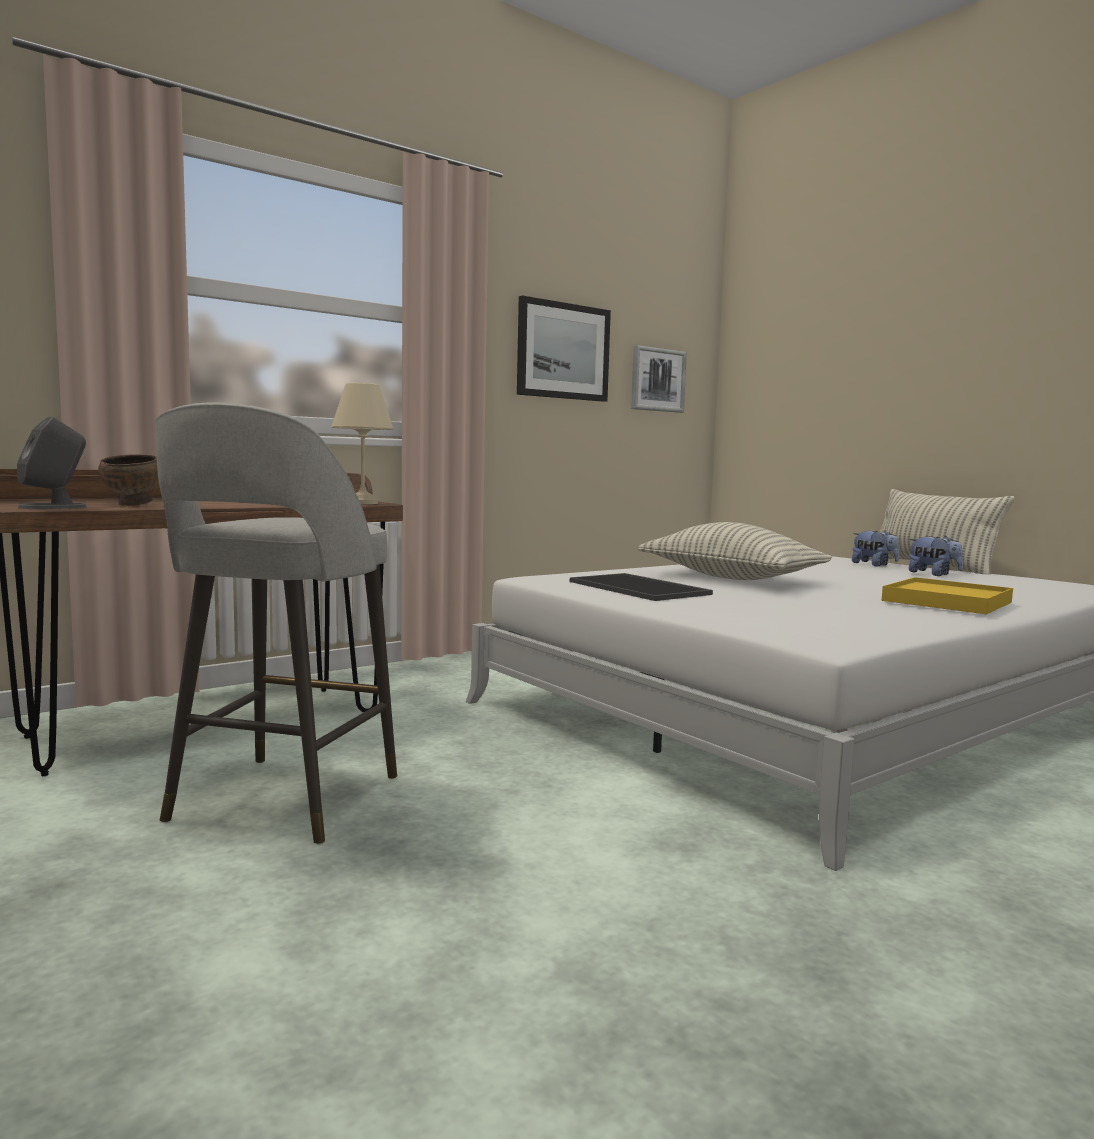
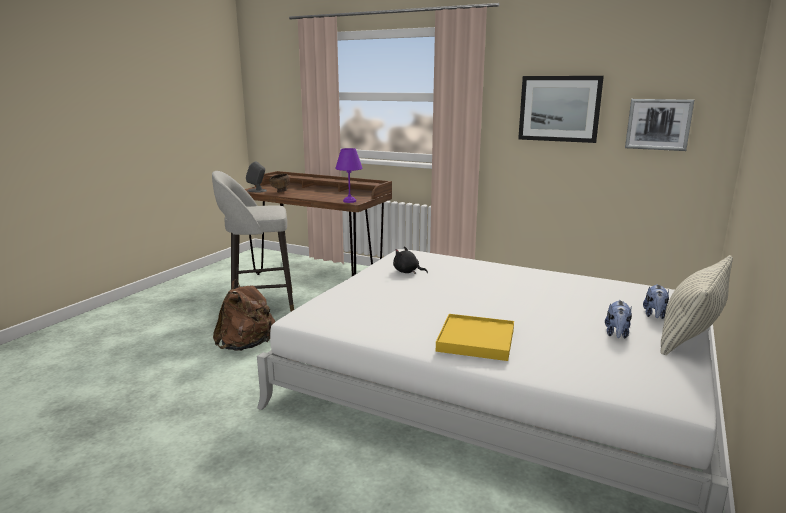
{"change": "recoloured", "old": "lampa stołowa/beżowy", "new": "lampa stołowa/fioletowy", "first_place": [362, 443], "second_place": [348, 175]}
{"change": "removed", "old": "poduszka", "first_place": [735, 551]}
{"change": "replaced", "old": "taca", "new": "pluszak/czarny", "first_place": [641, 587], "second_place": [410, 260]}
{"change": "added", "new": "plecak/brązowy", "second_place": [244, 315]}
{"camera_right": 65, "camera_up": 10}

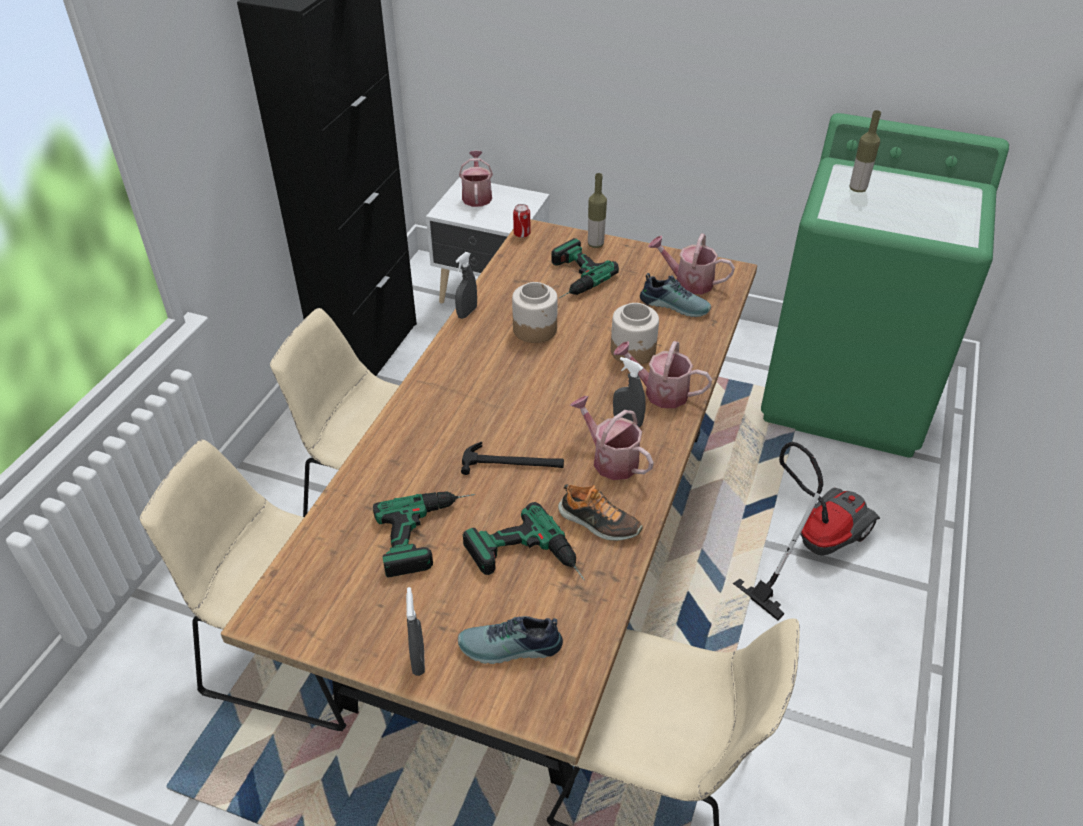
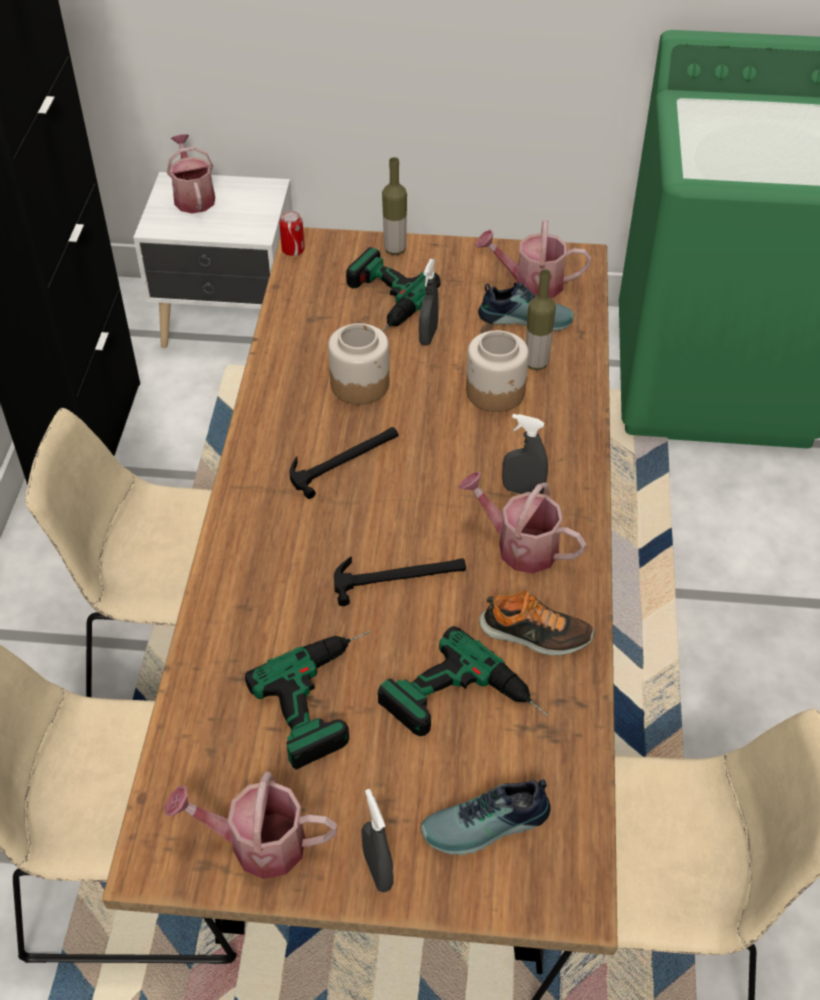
{"change": "moved", "old": "butelka", "first_place": [865, 151], "second_place": [541, 319]}
{"change": "moved", "old": "spryskiwacz/szary", "first_place": [466, 285], "second_place": [429, 302]}
{"change": "moved", "old": "konewka", "first_place": [663, 374], "second_place": [251, 825]}
{"change": "removed", "old": "odkurzacz", "first_place": [806, 531]}
{"change": "added", "new": "młotek", "second_place": [344, 463]}
{"camera_right": -15, "camera_up": 5}

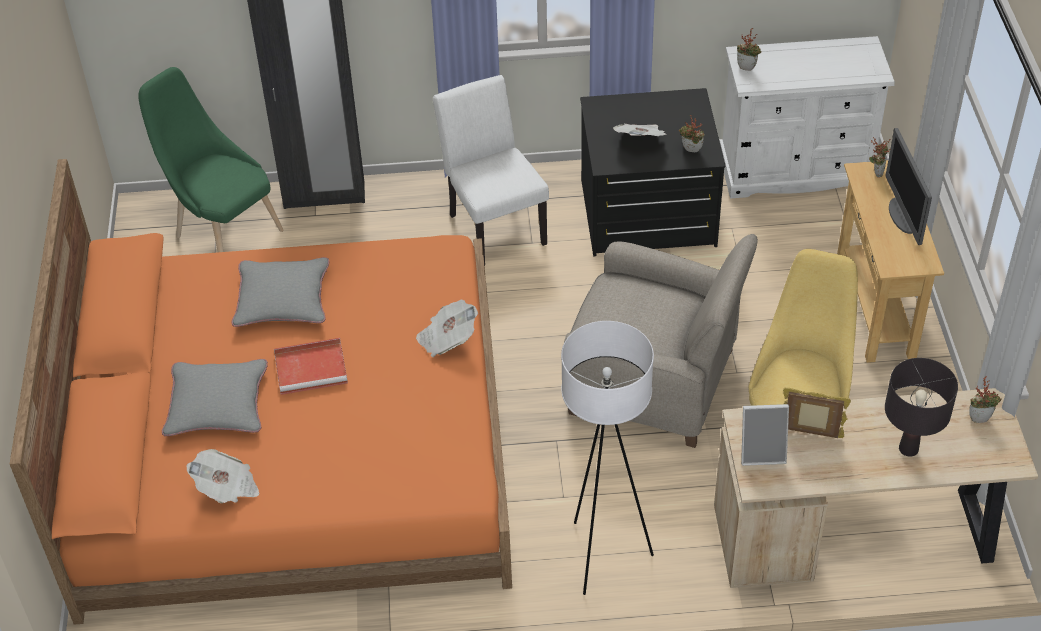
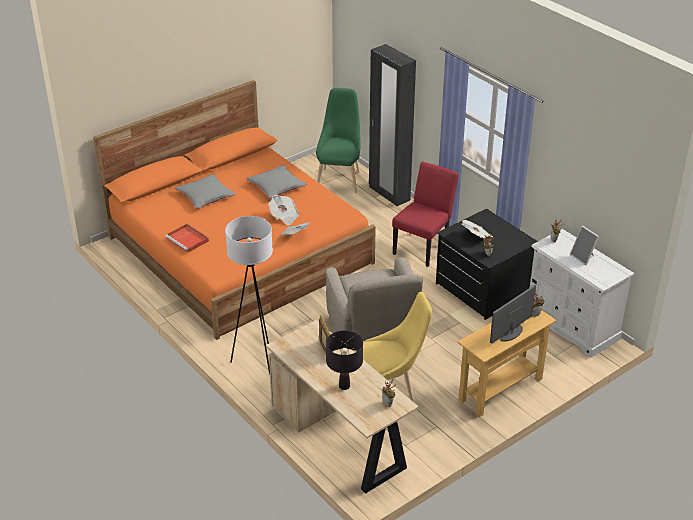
{"change": "recoloured", "old": "krzesło/biały", "new": "krzesło/czerwony", "first_place": [491, 170], "second_place": [425, 214]}
{"change": "moved", "old": "taca/czerwony", "first_place": [311, 366], "second_place": [187, 238]}
{"change": "moved", "old": "ramka na zdjęcie", "first_place": [765, 435], "second_place": [584, 246]}
{"change": "moved", "old": "gazeta", "first_place": [223, 476], "second_place": [283, 210]}
{"camera_right": 55, "camera_up": -10}

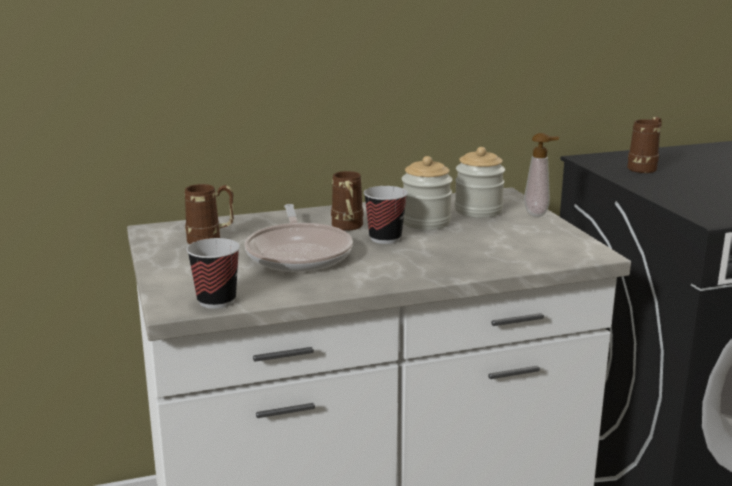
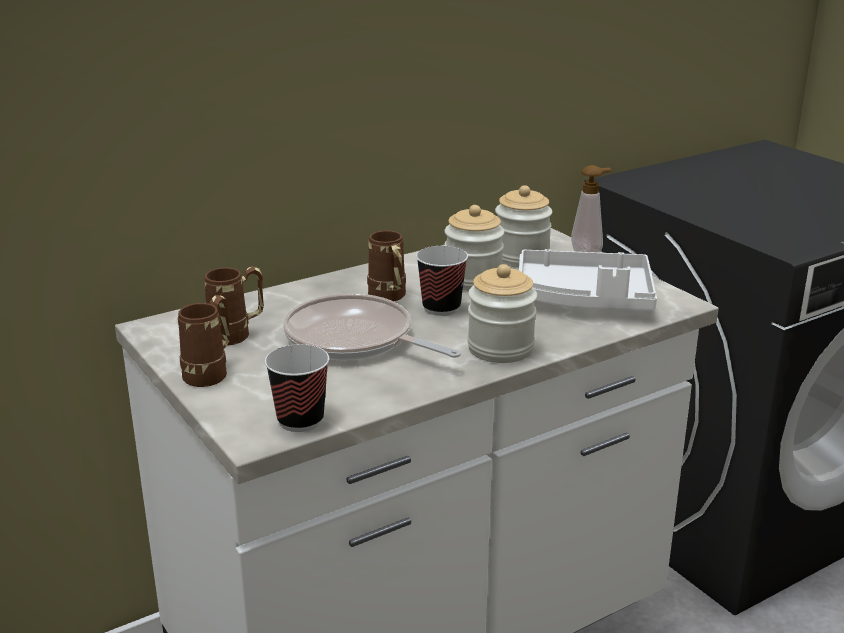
{"change": "moved", "old": "kubek/brązowy", "first_place": [644, 145], "second_place": [204, 341]}
{"change": "turned", "old": "patelnia", "first_place": [299, 238], "second_place": [372, 326], "degrees": 150}
{"change": "added", "new": "taca/biały", "second_place": [588, 280]}
{"change": "added", "new": "słoik", "second_place": [502, 313]}
{"camera_right": -15, "camera_up": 5}

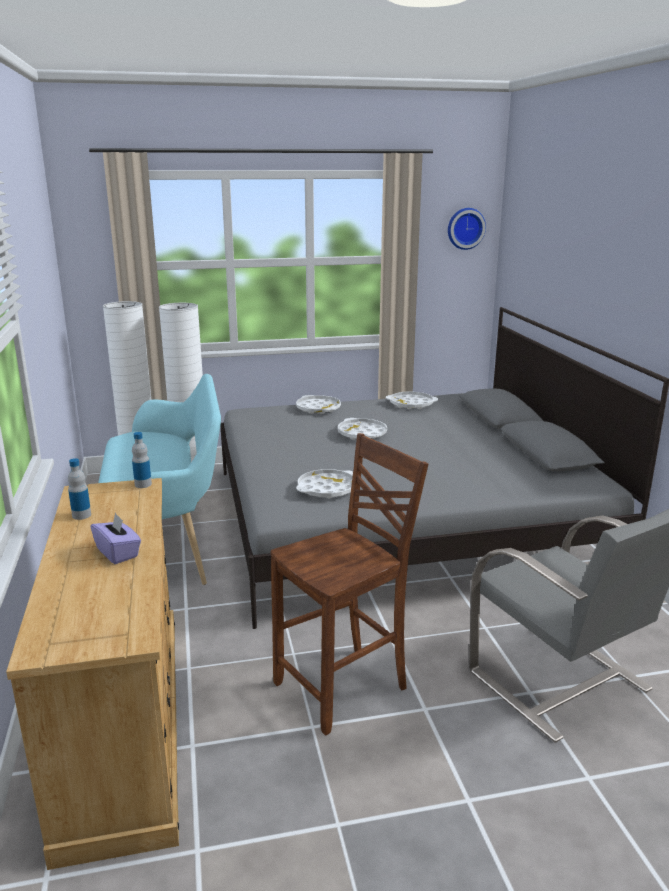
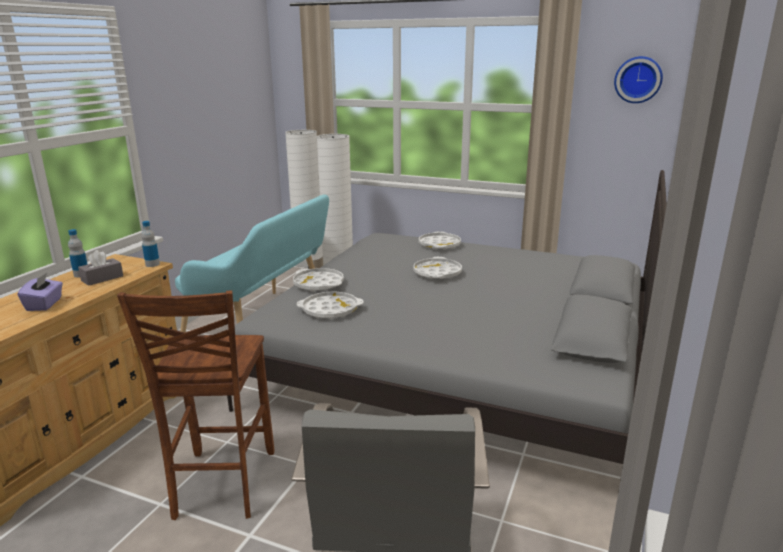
{"change": "moved", "old": "taca/biały", "first_place": [412, 400], "second_place": [318, 280]}
{"change": "turned", "old": "krzesło/brązowy", "first_place": [349, 584], "second_place": [195, 405], "degrees": 90}
{"change": "added", "new": "pudełko chusteczek/szary", "second_place": [100, 268]}
{"camera_right": 35, "camera_up": 0}

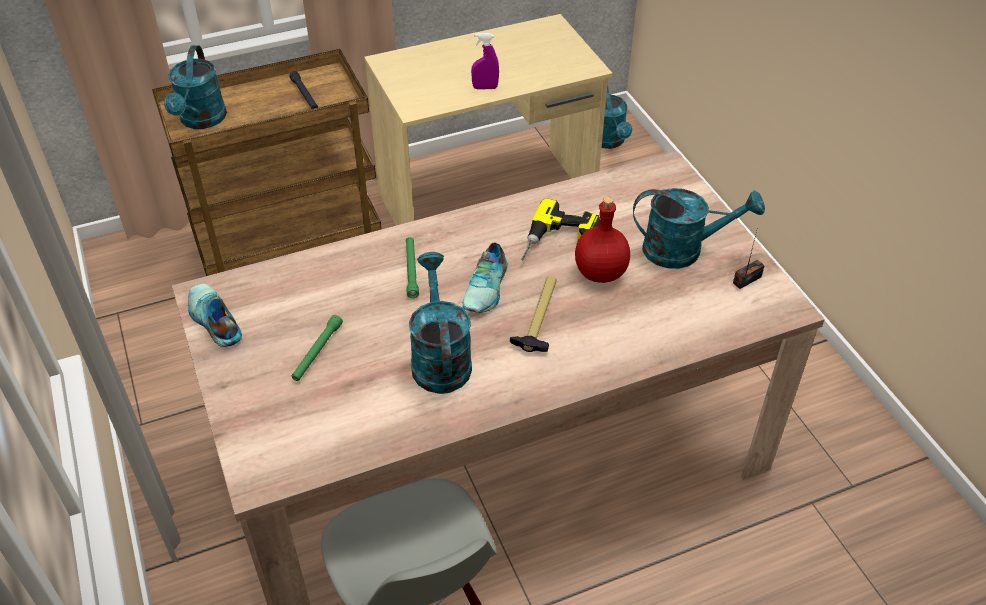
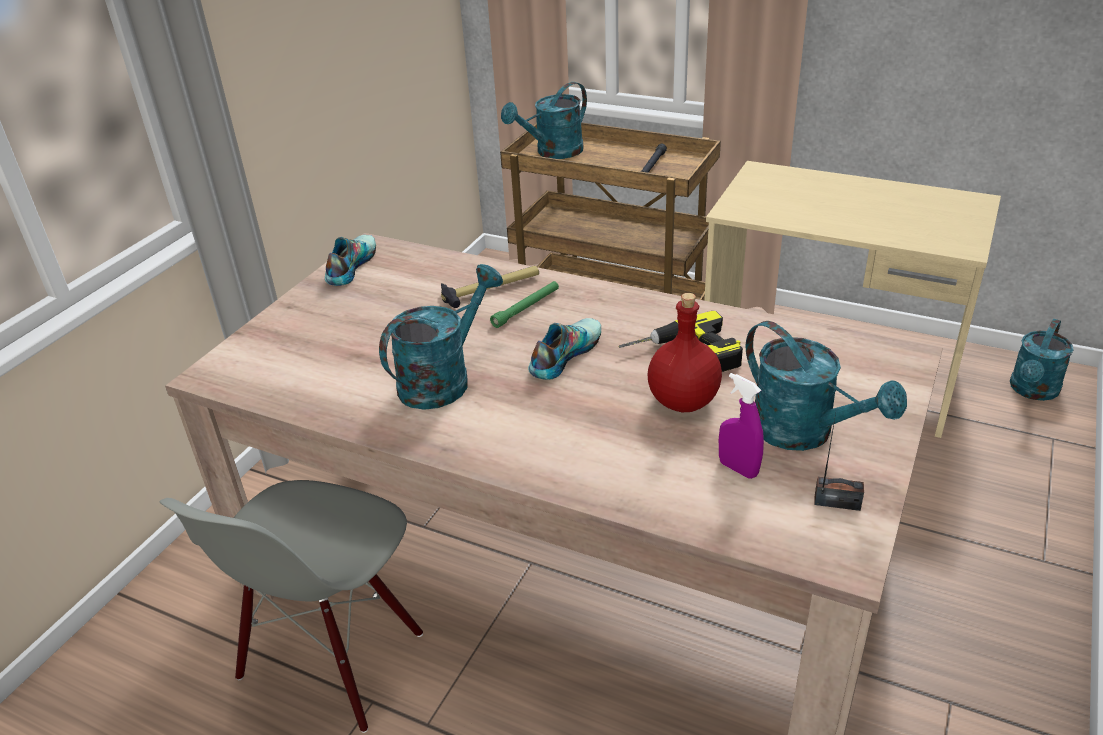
{"change": "moved", "old": "spryskiwacz/fioletowy", "first_place": [485, 61], "second_place": [741, 426]}
{"change": "turned", "old": "but", "first_place": [485, 277], "second_place": [564, 349], "degrees": 150}
{"change": "moved", "old": "młotek", "first_place": [533, 314], "second_place": [490, 287]}
{"change": "removed", "old": "latarka/zielony", "first_place": [317, 348]}
{"camera_right": 50, "camera_up": -10}

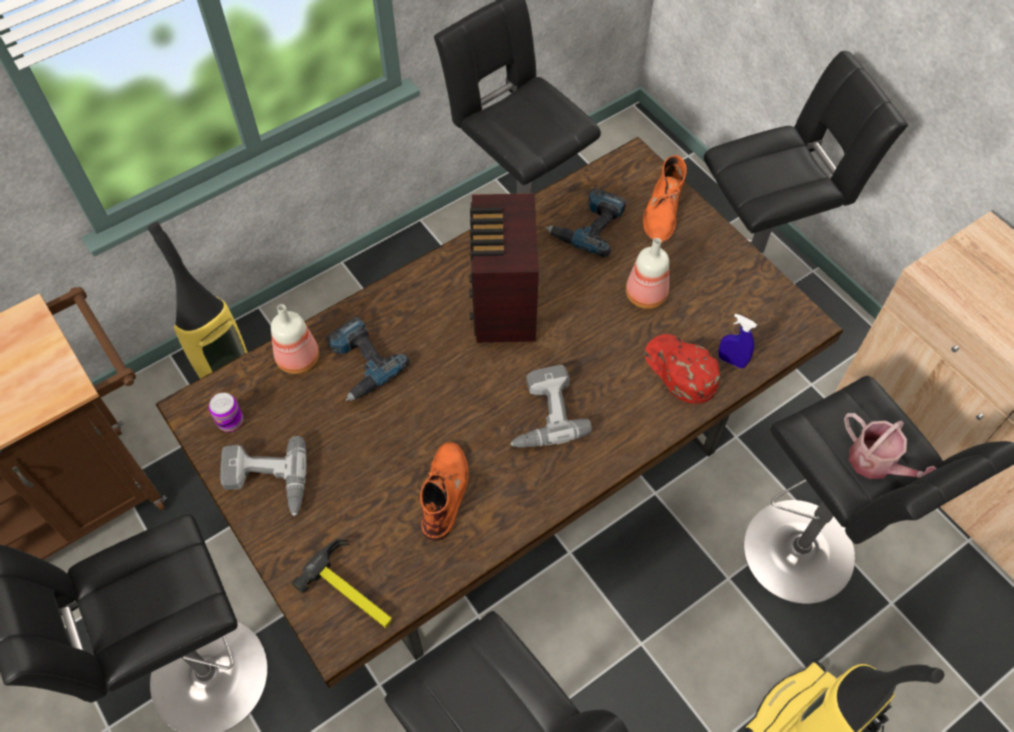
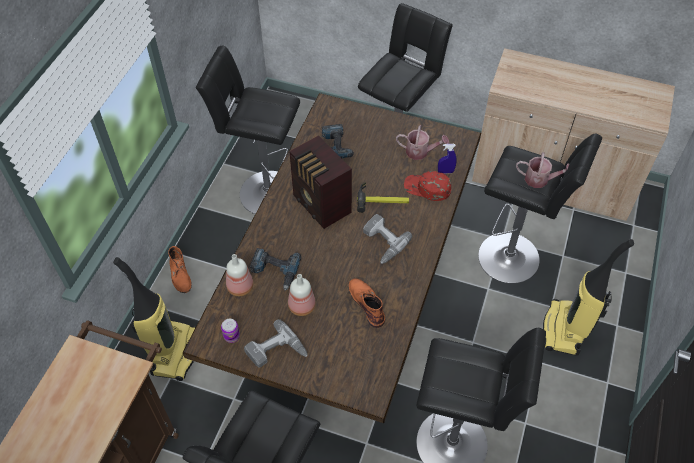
{"change": "moved", "old": "but z cholewką/pomarańczowy", "first_place": [665, 199], "second_place": [180, 269]}
{"change": "moved", "old": "butelka", "first_place": [647, 273], "second_place": [302, 295]}
{"change": "moved", "old": "młotek", "first_place": [342, 583], "second_place": [383, 197]}
{"change": "added", "new": "konewka", "second_place": [422, 142]}
{"camera_right": -35, "camera_up": -5}

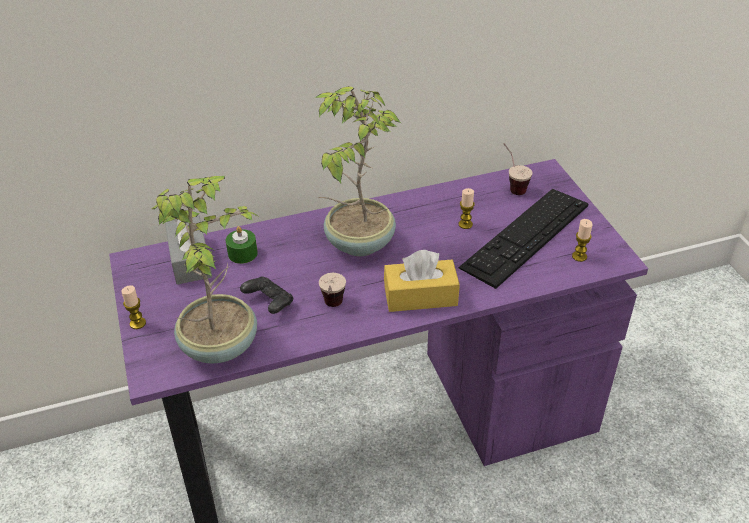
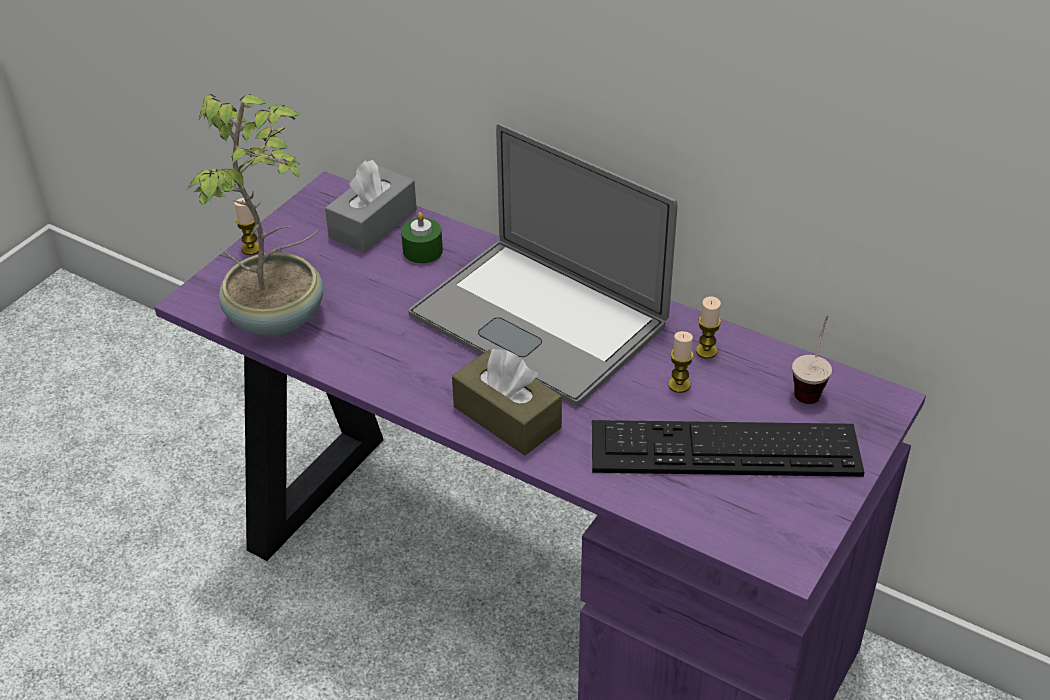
{"change": "replaced", "old": "roślina doniczkowa", "new": "laptop", "first_place": [358, 171], "second_place": [542, 264]}
{"change": "moved", "old": "świeca", "first_place": [582, 240], "second_place": [708, 327]}
{"change": "recoloured", "old": "pudełko chusteczek/żółty", "new": "pudełko chusteczek/brązowy", "first_place": [422, 281], "second_place": [507, 401]}
{"change": "removed", "old": "filiżanka", "first_place": [332, 290]}
{"change": "removed", "old": "pad do gier/czarny", "first_place": [266, 295]}
{"camera_right": 50, "camera_up": 0}

